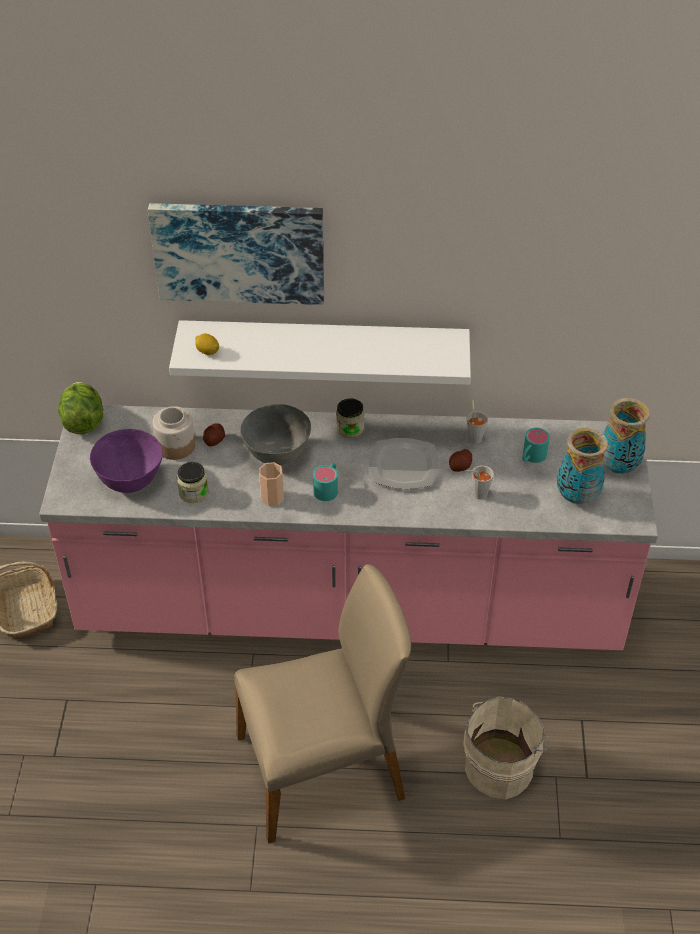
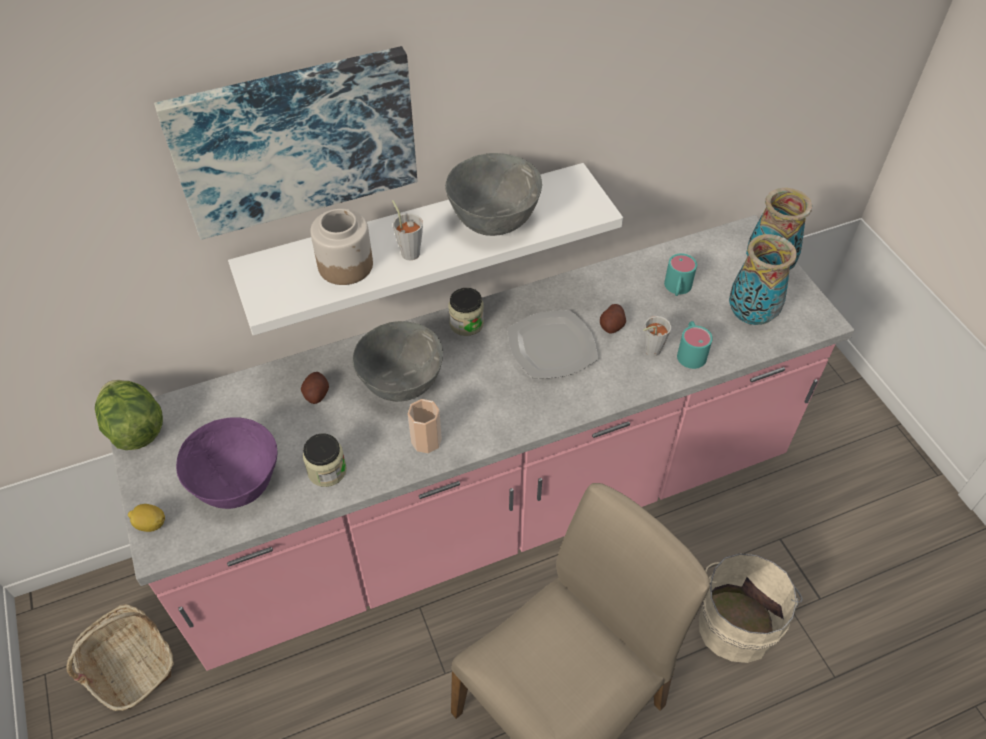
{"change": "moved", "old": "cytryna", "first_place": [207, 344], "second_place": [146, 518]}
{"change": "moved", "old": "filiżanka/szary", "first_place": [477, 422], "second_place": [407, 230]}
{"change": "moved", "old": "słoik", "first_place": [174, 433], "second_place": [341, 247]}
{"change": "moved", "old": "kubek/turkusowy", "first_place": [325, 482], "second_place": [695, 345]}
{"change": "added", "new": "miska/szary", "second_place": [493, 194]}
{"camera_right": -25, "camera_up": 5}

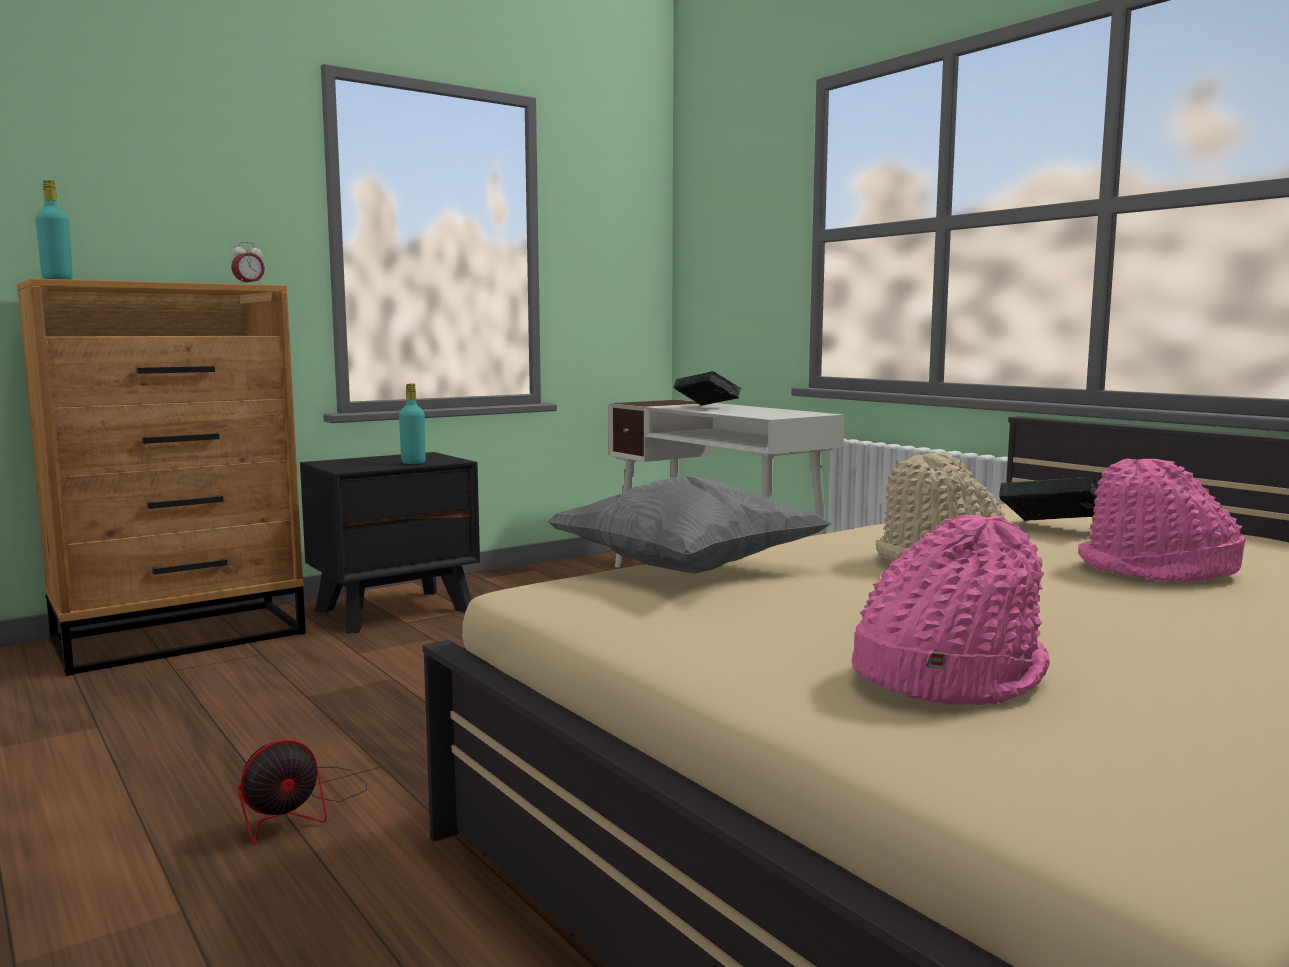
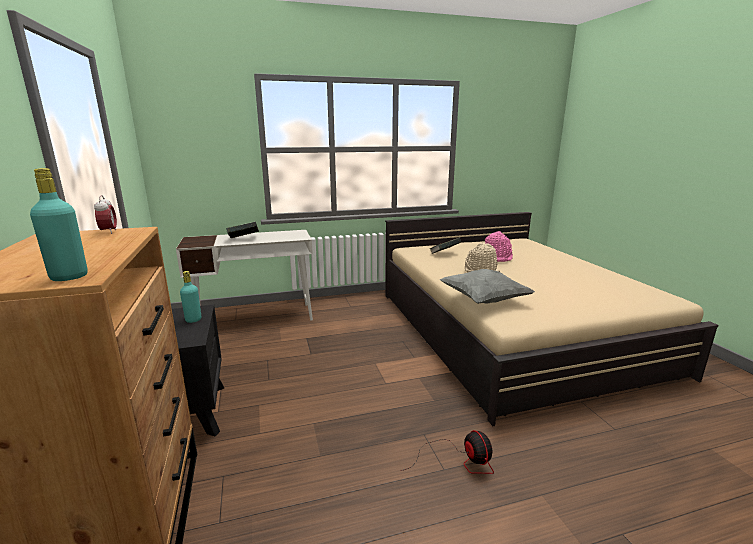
{"change": "removed", "old": "kapelusz/różowy", "first_place": [950, 610]}
{"camera_right": -70, "camera_up": 10}

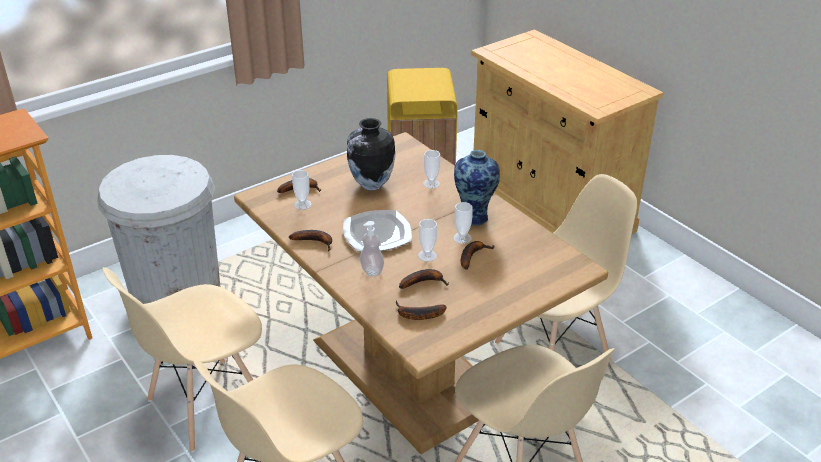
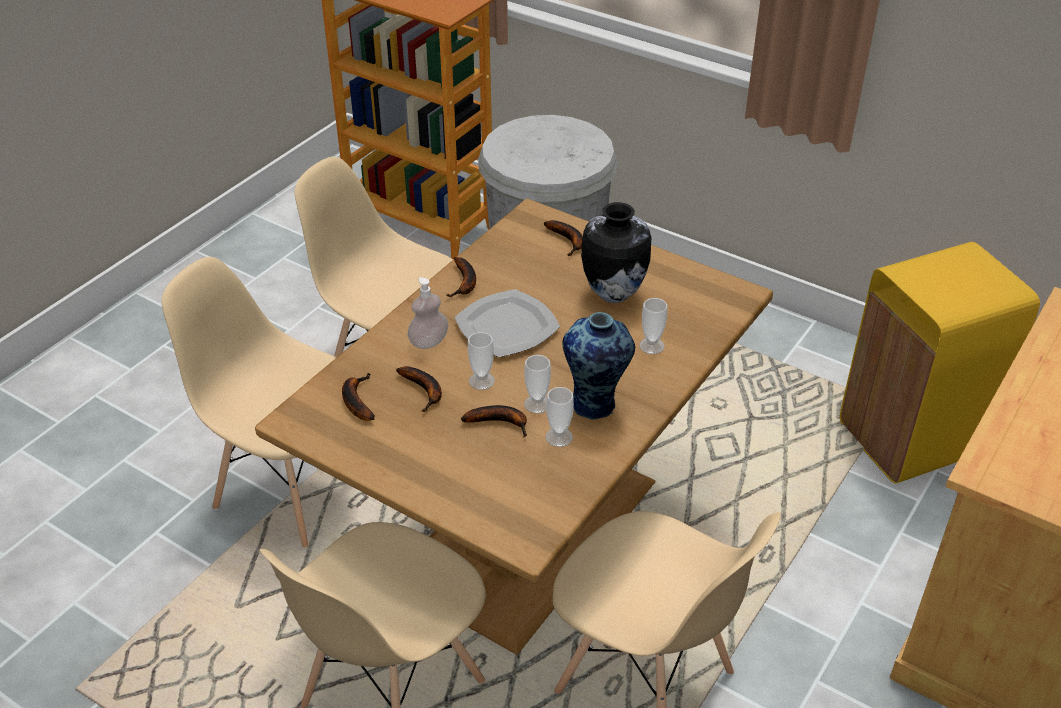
{"change": "moved", "old": "filiżanka", "first_place": [302, 190], "second_place": [559, 417]}
{"camera_right": 70, "camera_up": 5}

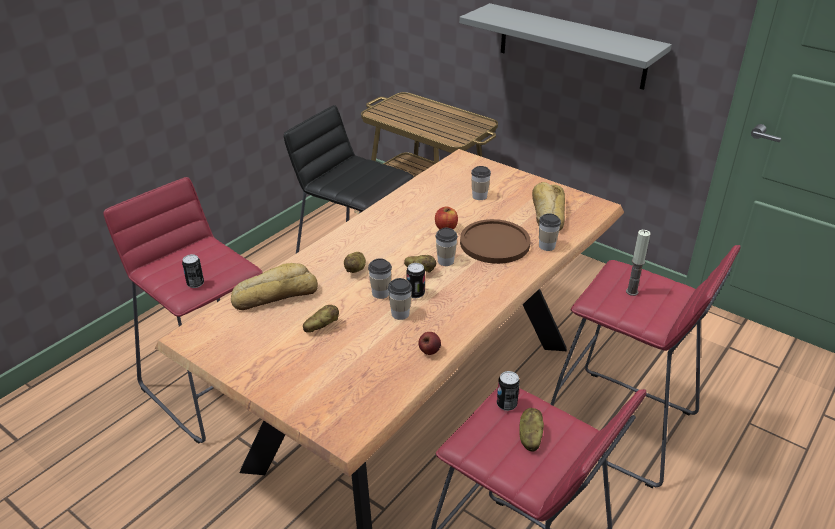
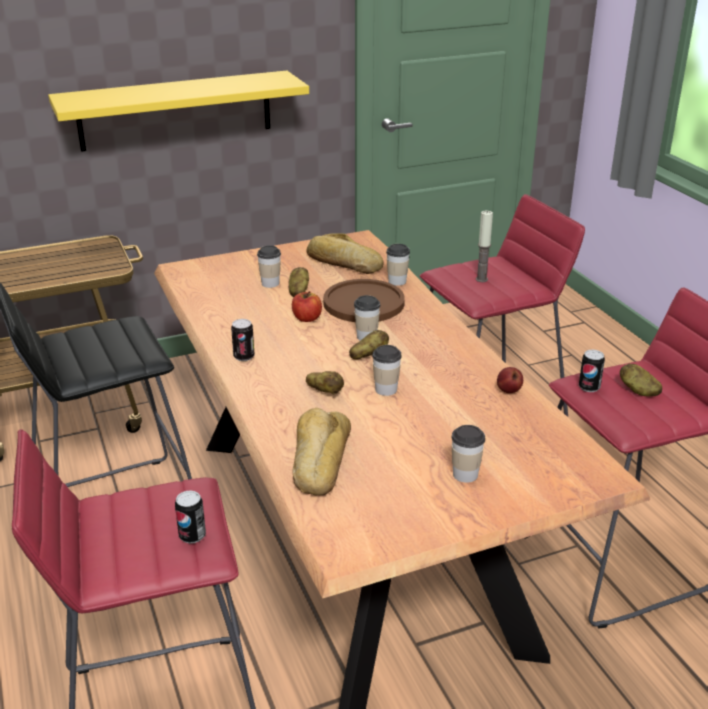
{"change": "recoloured", "old": "półka/szary", "new": "półka/żółty", "first_place": [565, 46], "second_place": [178, 111]}
{"change": "moved", "old": "puszka", "first_place": [416, 280], "second_place": [243, 340]}
{"change": "moved", "old": "filiżanka", "first_place": [400, 299], "second_place": [468, 454]}
{"change": "moved", "old": "ziemniak", "first_place": [321, 319], "second_place": [299, 282]}
{"camera_right": -60, "camera_up": -5}

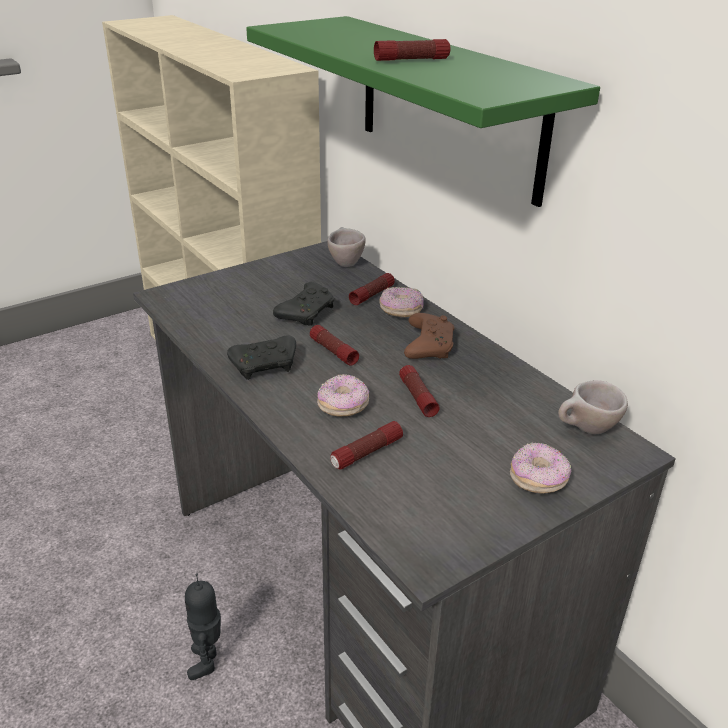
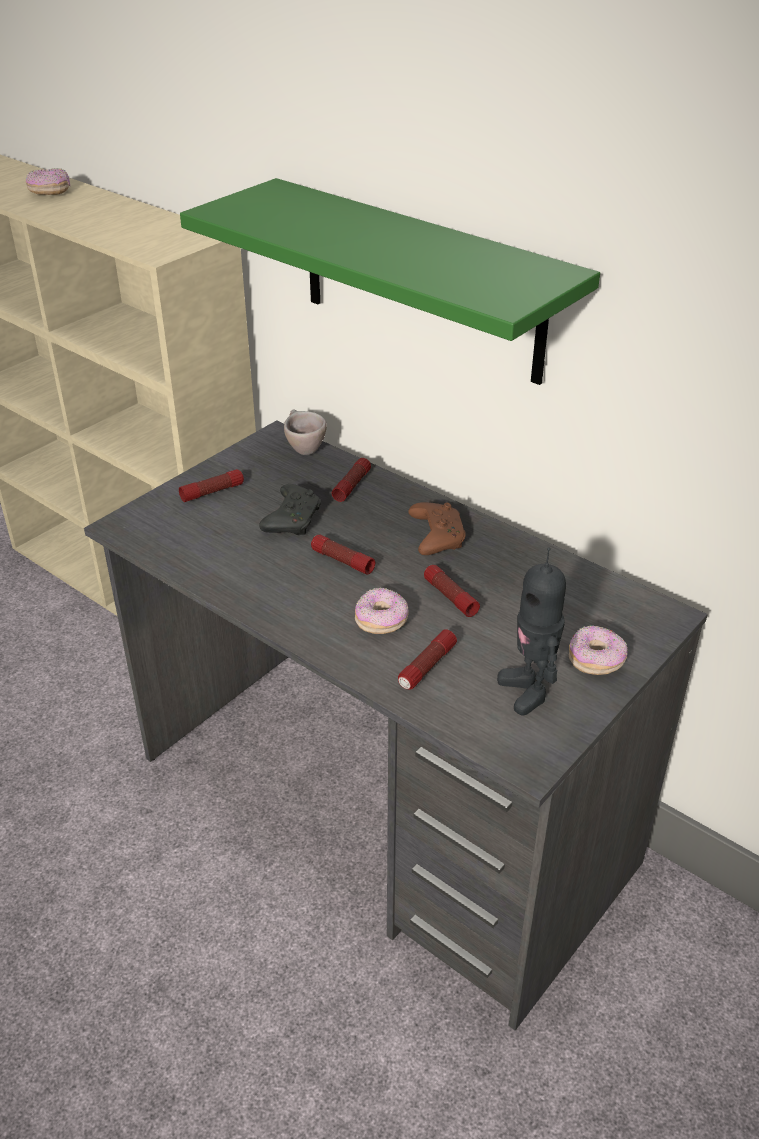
{"change": "moved", "old": "latarka", "first_place": [412, 50], "second_place": [211, 485]}
{"change": "moved", "old": "donut", "first_place": [402, 302], "second_place": [48, 181]}
{"change": "removed", "old": "pad do gier/czarny", "first_place": [261, 357]}
{"change": "removed", "old": "filiżanka/beżowy", "first_place": [593, 407]}
{"change": "moved", "old": "robot zabawkowy", "first_place": [203, 627], "second_place": [531, 632]}
{"camera_right": -15, "camera_up": 5}

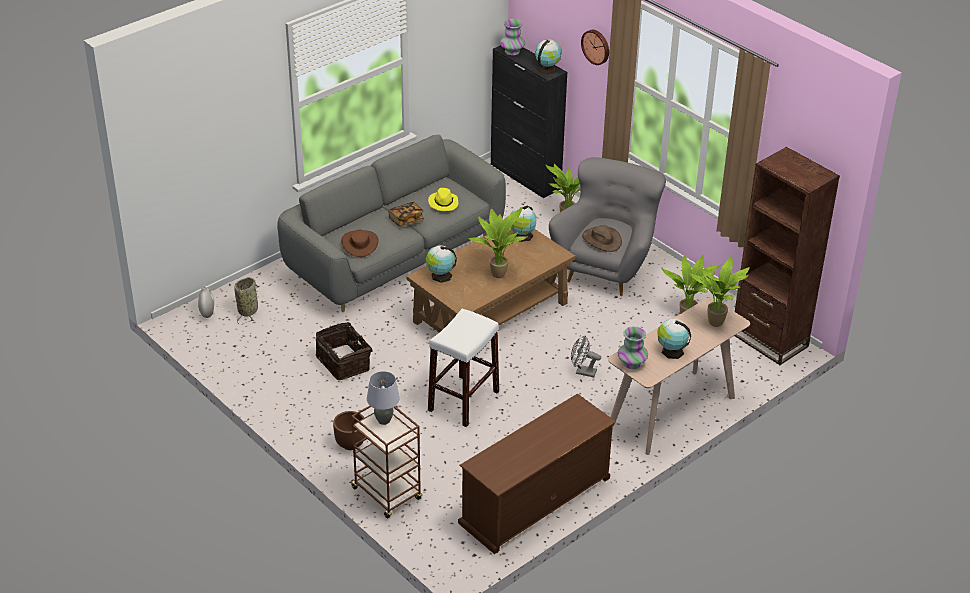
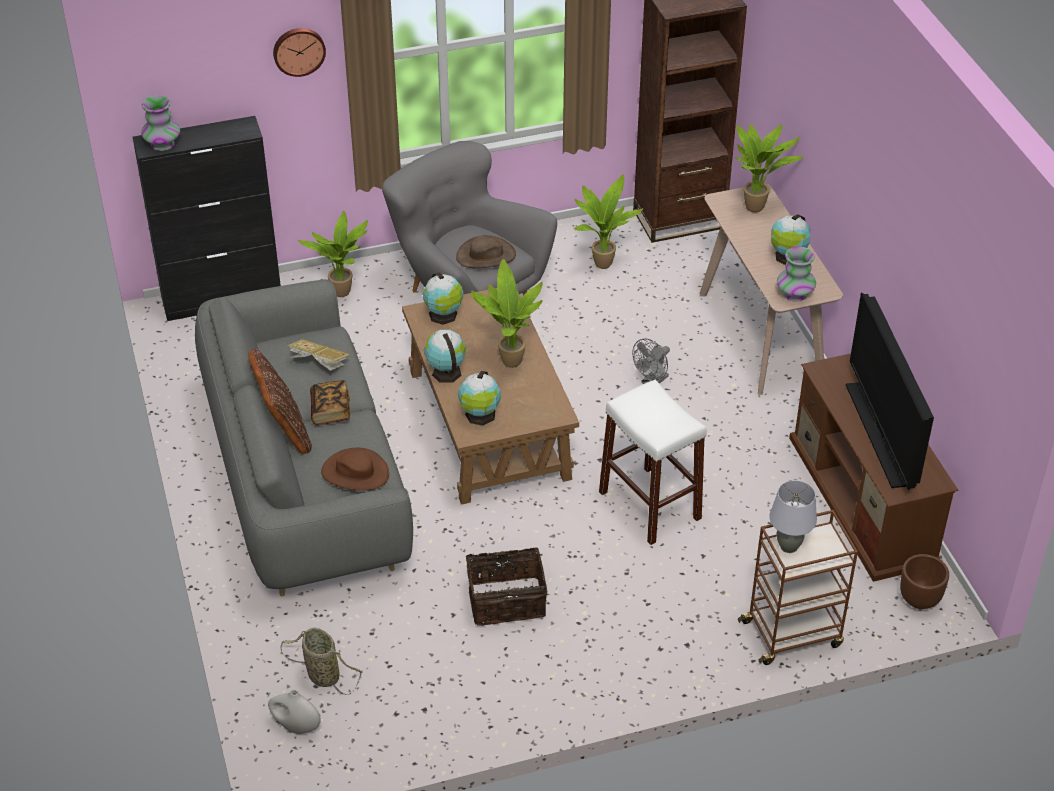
{"change": "moved", "old": "globus", "first_place": [548, 57], "second_place": [445, 356]}
{"change": "replaced", "old": "kapelusz/żółty", "new": "książka", "first_place": [443, 199], "second_place": [319, 355]}
{"change": "moved", "old": "donica/brązowy", "first_place": [349, 430], "second_place": [924, 581]}
{"change": "added", "new": "telewizor", "second_place": [890, 392]}
{"change": "added", "new": "poduszka/brązowy", "second_place": [280, 401]}
{"camera_right": -65, "camera_up": 5}

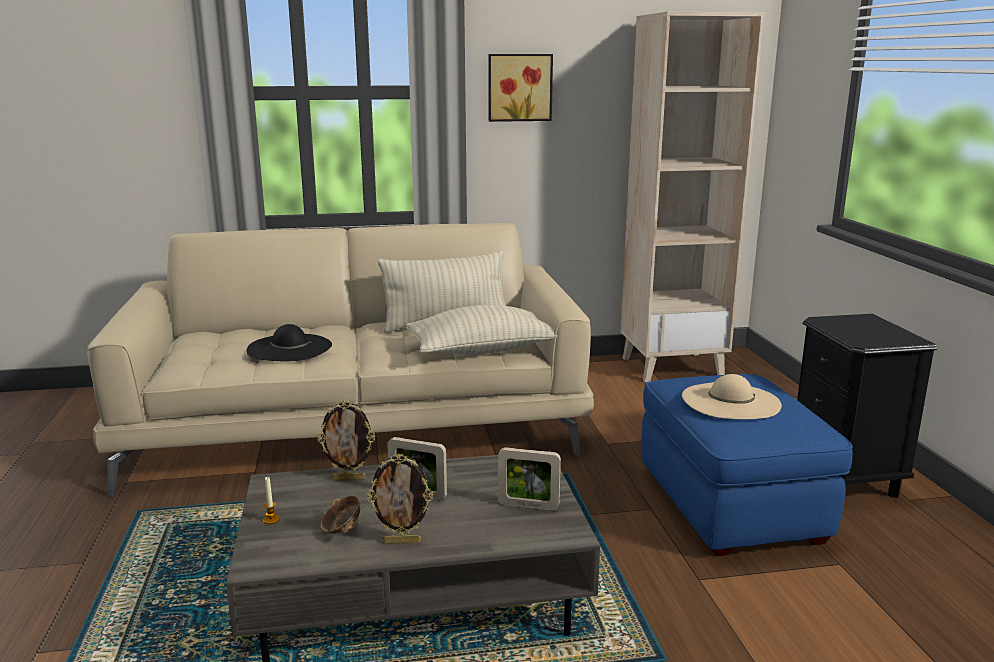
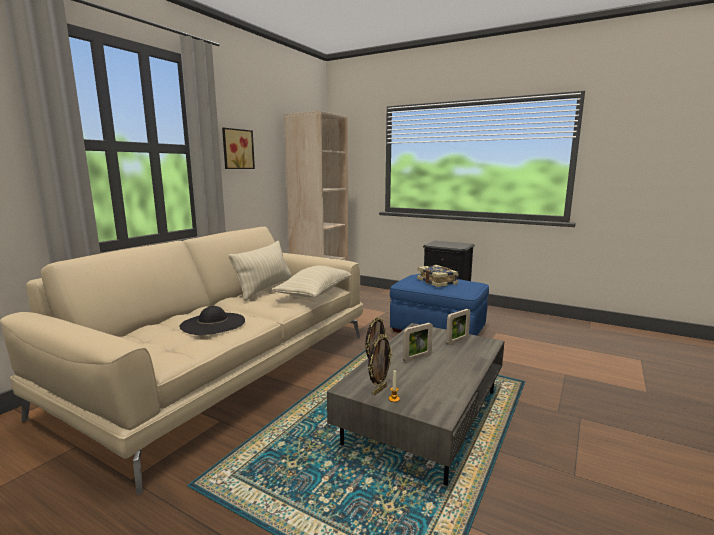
{"change": "replaced", "old": "kapelusz/beżowy", "new": "książka", "first_place": [732, 396], "second_place": [438, 276]}
{"change": "moved", "old": "ramka na zdjęcie", "first_place": [400, 499], "second_place": [380, 364]}
{"change": "removed", "old": "miska", "first_place": [341, 514]}
{"camera_right": -50, "camera_up": -5}

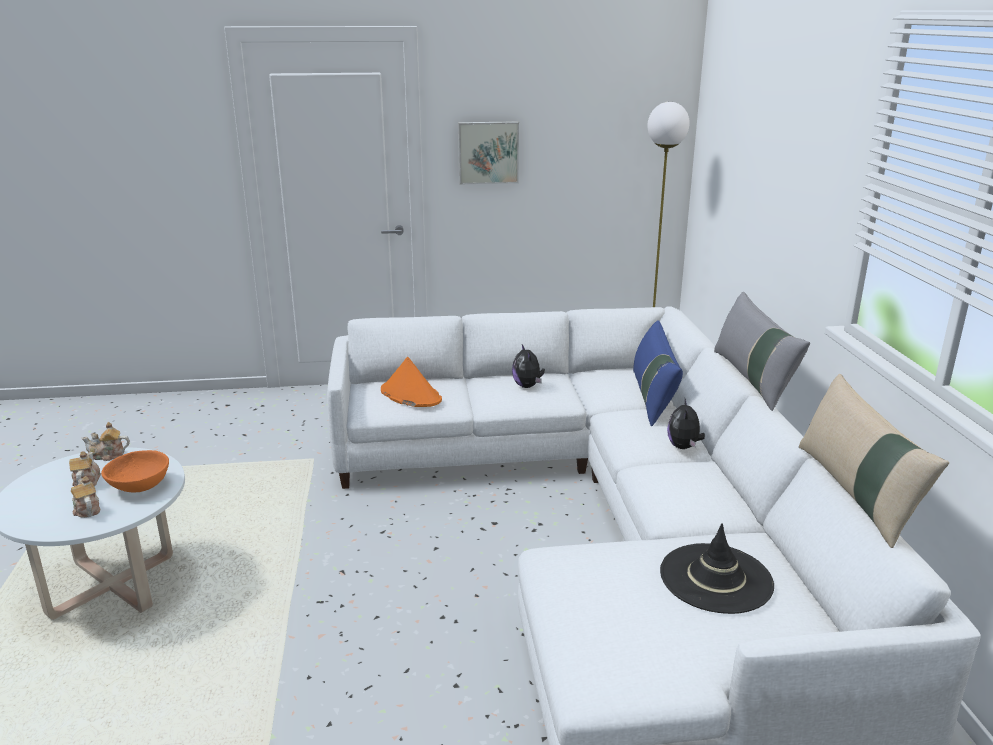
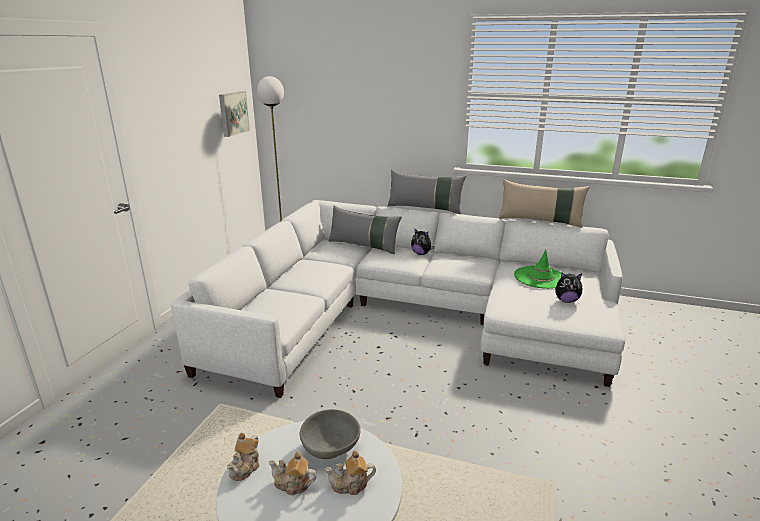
{"change": "moved", "old": "obraz", "first_place": [488, 152], "second_place": [234, 114]}
{"change": "recoloured", "old": "poduszka/niebieski", "new": "poduszka/szary", "first_place": [658, 373], "second_place": [365, 230]}
{"change": "moved", "old": "pluszak", "first_place": [528, 366], "second_place": [568, 287]}
{"change": "removed", "old": "kapelusz/pomarańczowy", "first_place": [411, 382]}
{"change": "recoloured", "old": "miska/pomarańczowy", "new": "miska/szary", "first_place": [135, 471], "second_place": [330, 434]}
{"change": "recoloured", "old": "kapelusz/czarny", "new": "kapelusz/zielony", "first_place": [717, 568], "second_place": [538, 269]}
{"camera_right": -65, "camera_up": 0}

